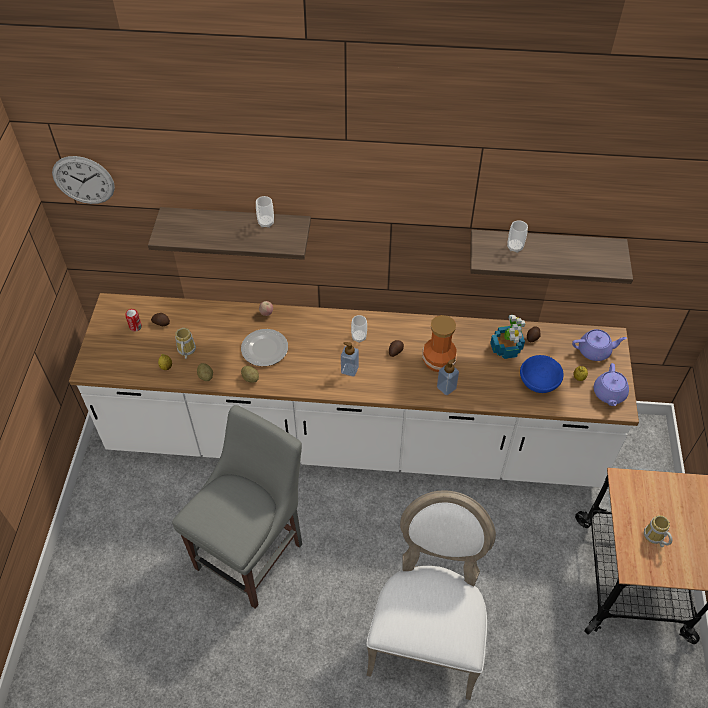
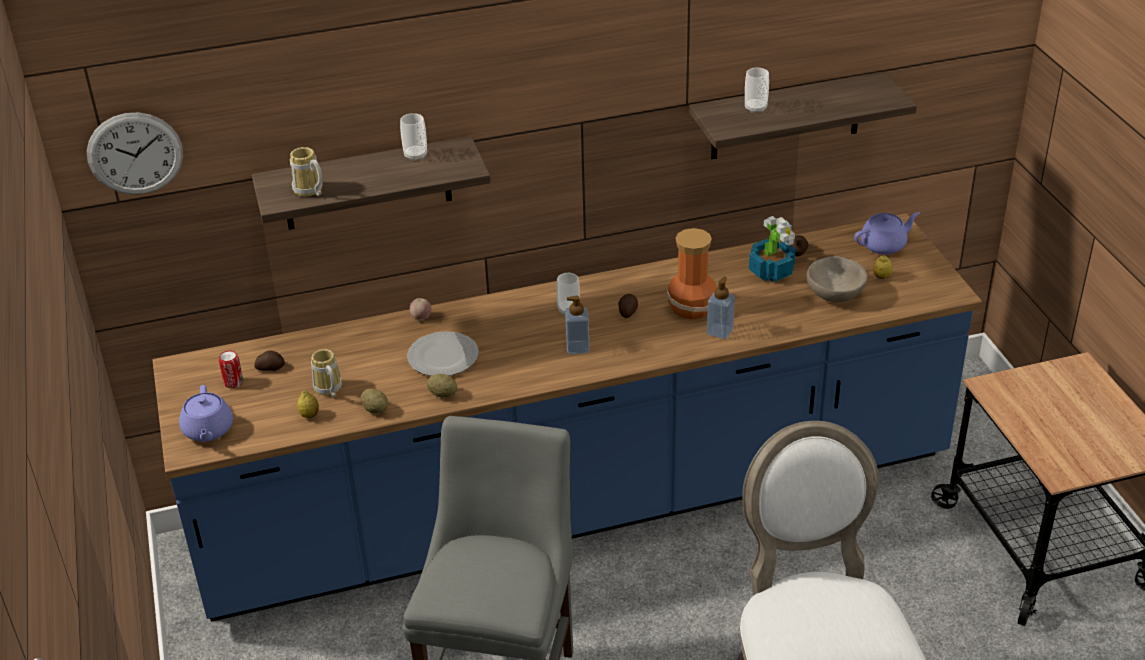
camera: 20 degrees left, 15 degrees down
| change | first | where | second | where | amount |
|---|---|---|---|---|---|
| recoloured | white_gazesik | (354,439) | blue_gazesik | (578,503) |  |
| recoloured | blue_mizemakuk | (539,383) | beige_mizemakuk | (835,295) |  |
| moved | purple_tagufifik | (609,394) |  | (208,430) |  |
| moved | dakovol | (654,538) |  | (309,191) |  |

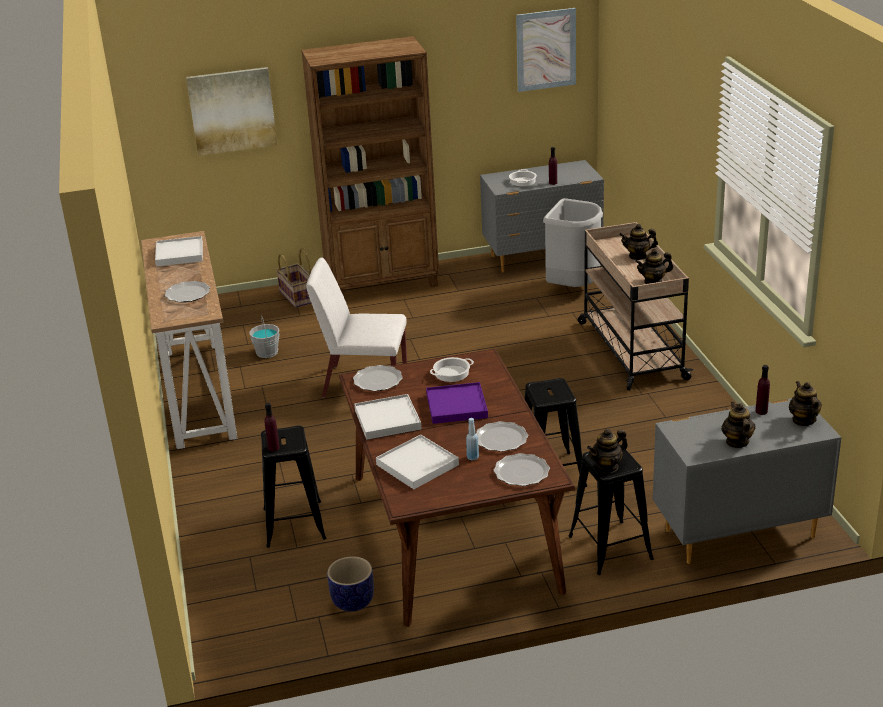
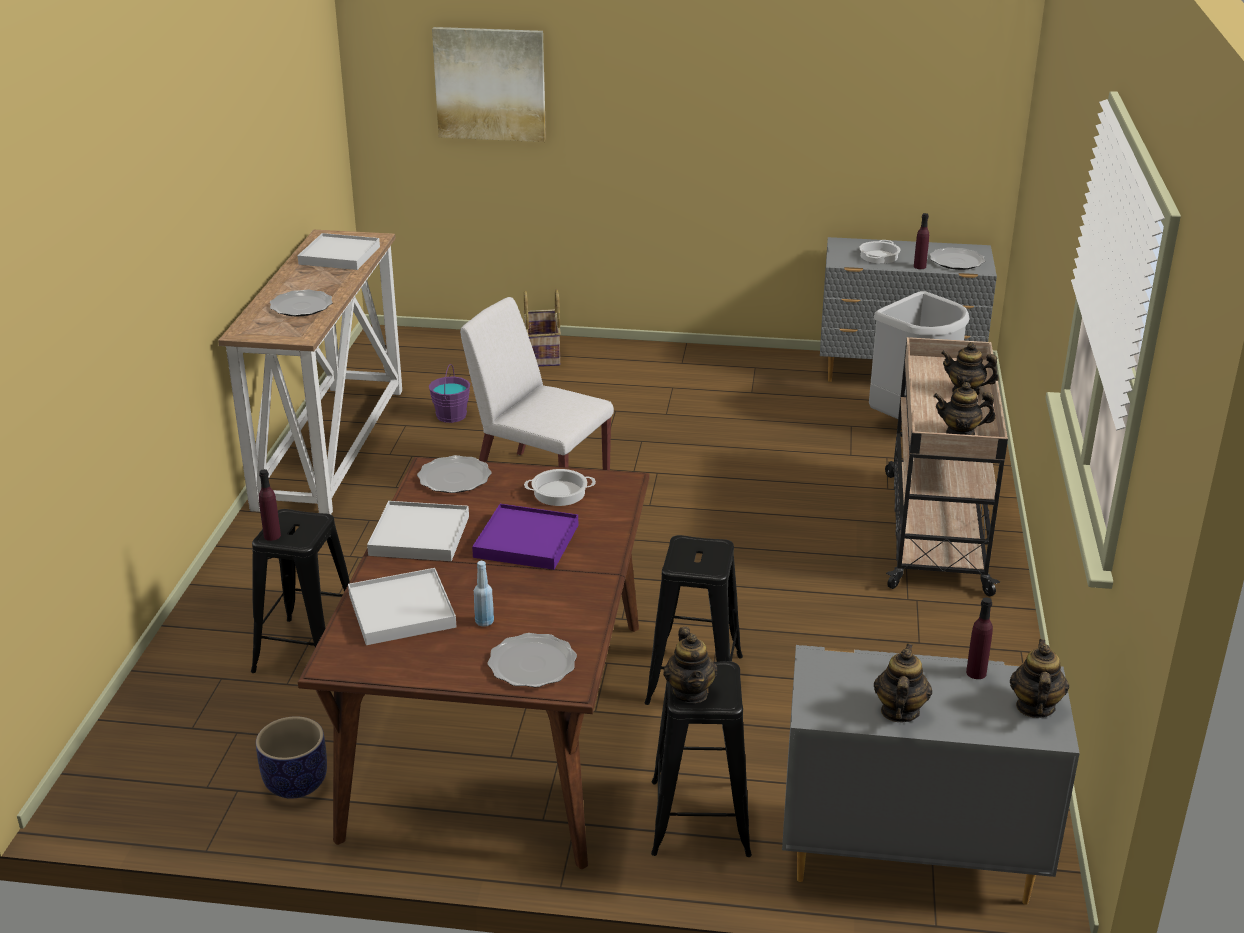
camera: 20 degrees right, 0 degrees up
| change | first | where | second | where | amount |
|---|---|---|---|---|---|
| removed | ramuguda | (546,49) |  |  |  |
| removed | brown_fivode | (383,283) |  |  |  |
| recoloured | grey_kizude | (266,352) | purple_kizude | (451,415) |  |
| moved | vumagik | (501,439) |  | (956,261) |  |
| turned | tagufifik | (607,466) |  | (690,692) | 90 degrees counterclockwise |

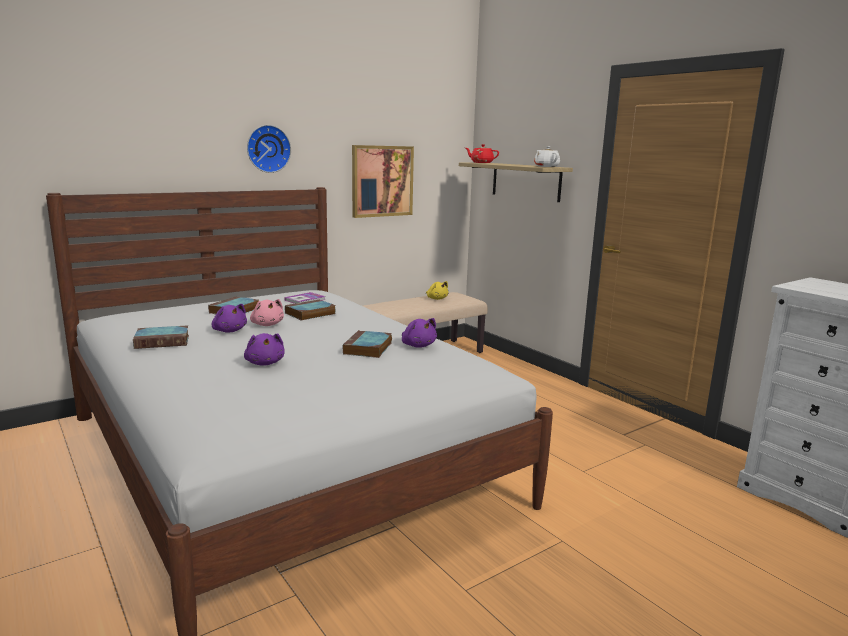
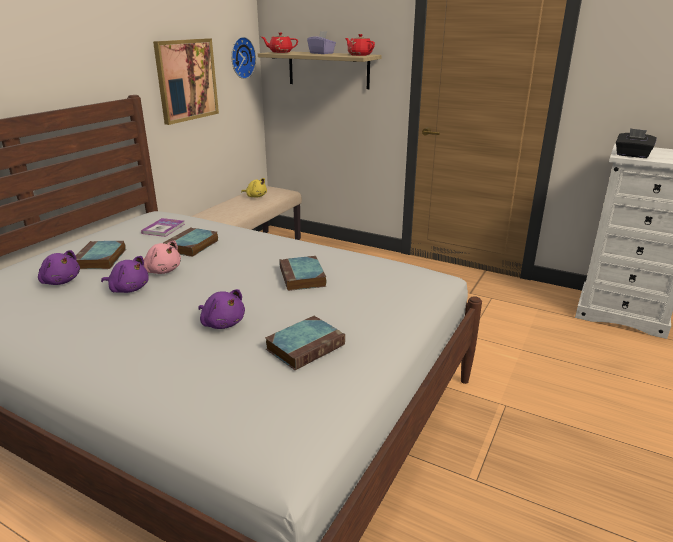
camera: 25 degrees left, 10 degrees up
| change | first | where | second | where | amount |
|---|---|---|---|---|---|
| moved | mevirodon | (267,148) |  | (241,58) |  |
| recoloured | white_tagufifik | (546,166) | red_tagufifik | (359,55) |  |
| moved | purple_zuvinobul | (418,345) |  | (60,281) |  |
| moved | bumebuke | (163,341) |  | (306,346) |  |
| added |  |  | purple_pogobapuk | (321,53) |  |
| added |  |  | black_pogobapuk | (632,155) |  |

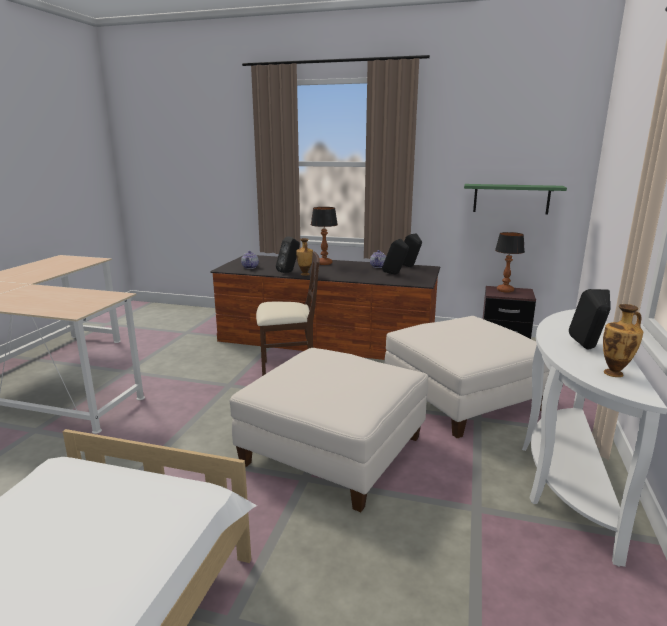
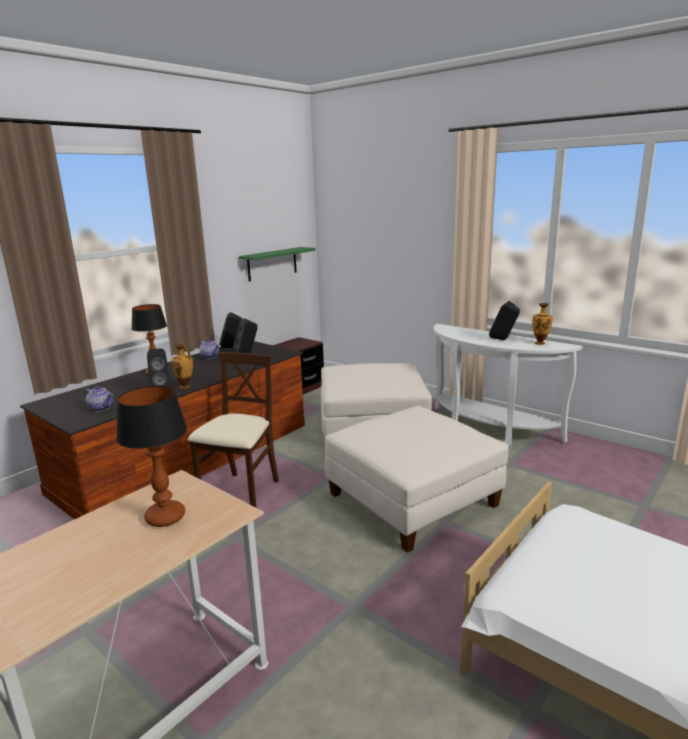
camera: 65 degrees left, 0 degrees up
| change | first | where | second | where | amount |
|---|---|---|---|---|---|
| moved | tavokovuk | (504,290) |  | (164,518) |  |

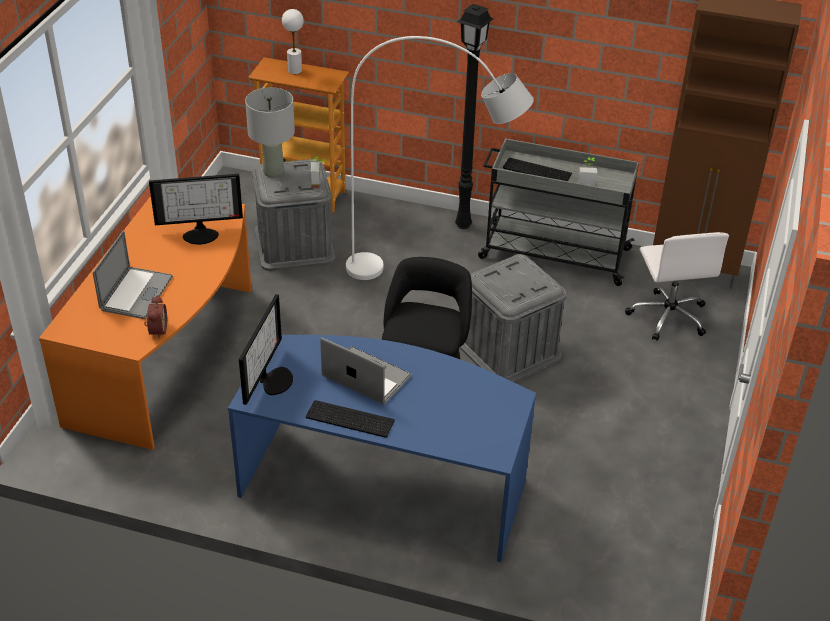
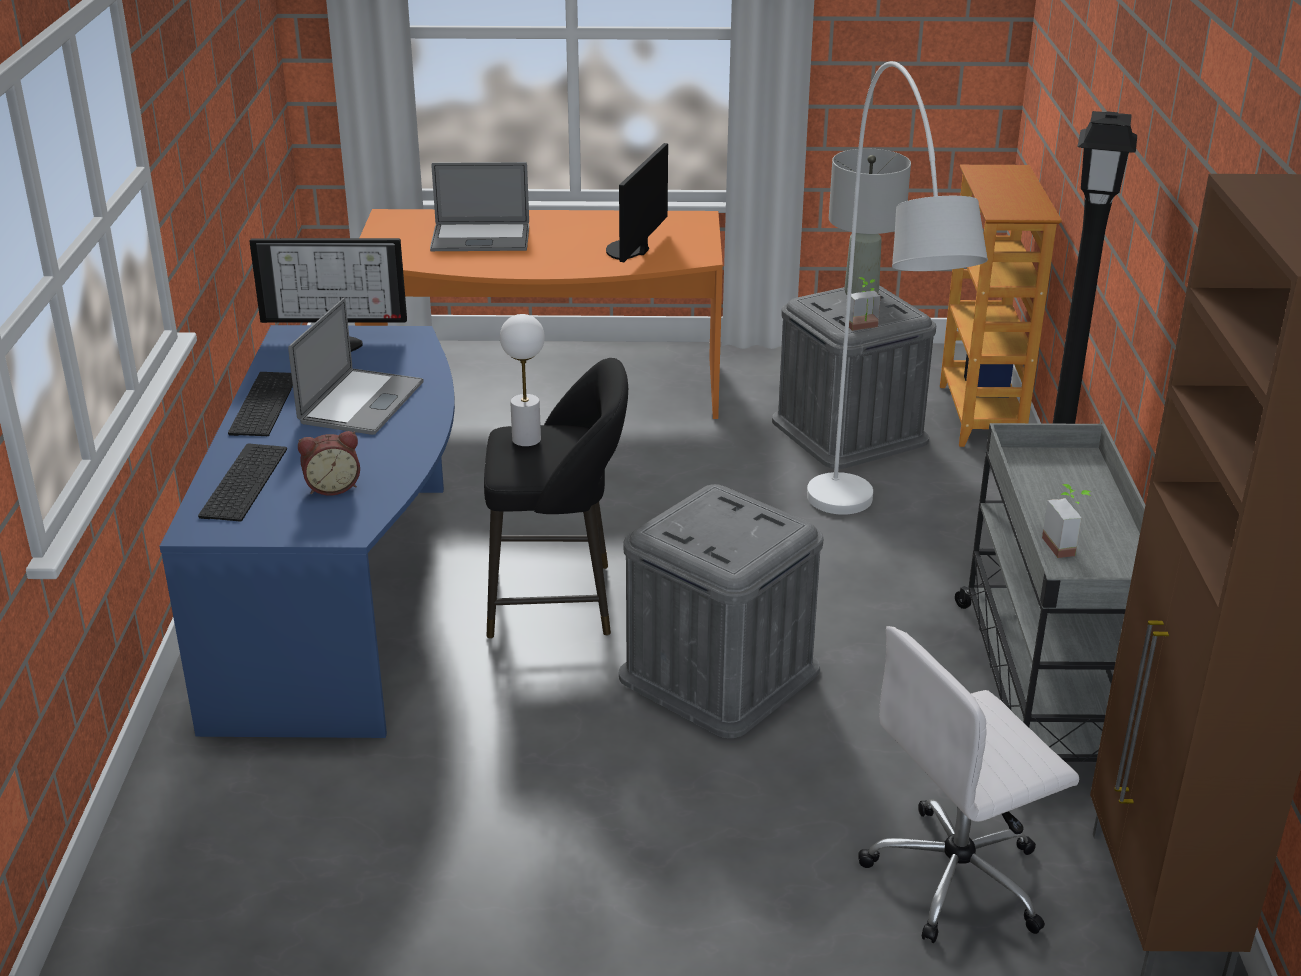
camera: 75 degrees right, 10 degrees down
| change | first | where | second | where | amount |
|---|---|---|---|---|---|
| moved | white_tavokovuk | (295,71) |  | (526,439) |  |
| moved | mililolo | (536,171) |  | (242,481) |  |
| turned | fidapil | (201,234) |  | (631,250) | 45 degrees clockwise |
| moved | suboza | (156,330) |  | (332,487) |  |

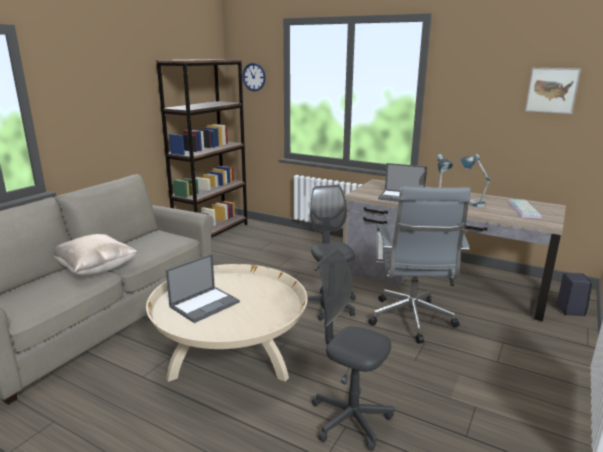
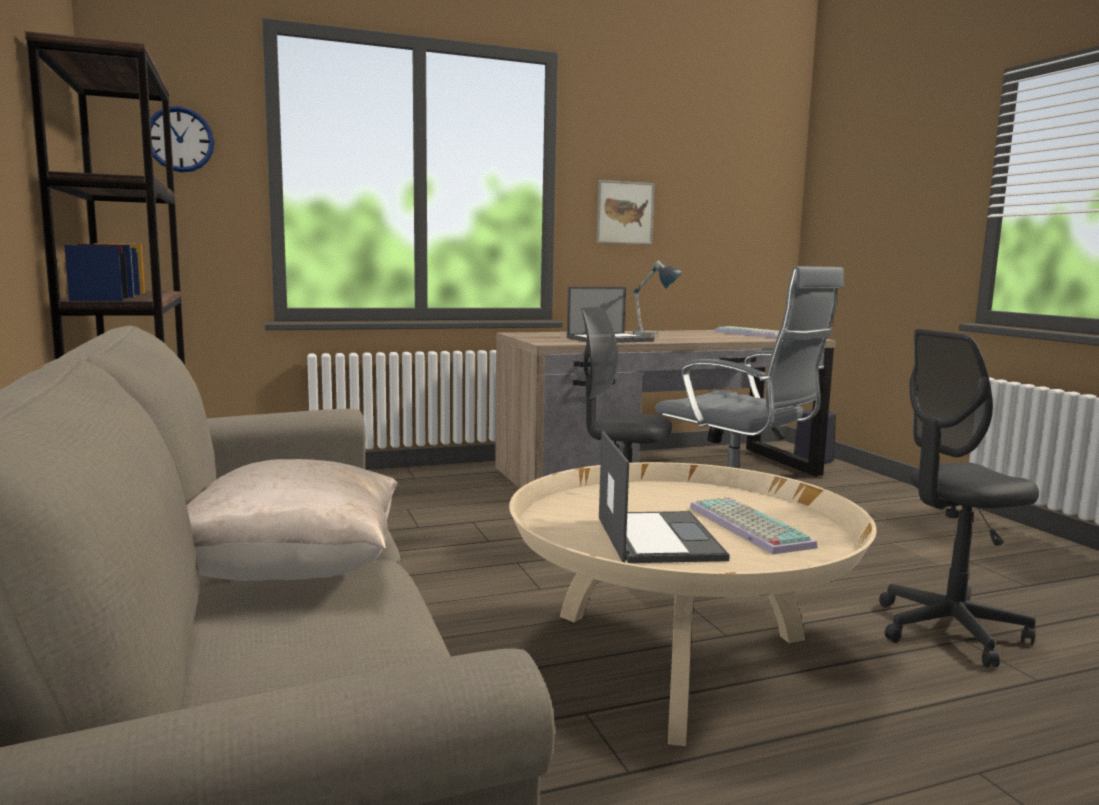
camera: 50 degrees left, 10 degrees down
| change | first | where | second | where | amount |
|---|---|---|---|---|---|
| moved | ramuguda | (552,90) |  | (625,212) |  |
| removed | tavokovuk | (471,202) |  |  |  |
| added |  |  | mililolo | (745,526) |  |

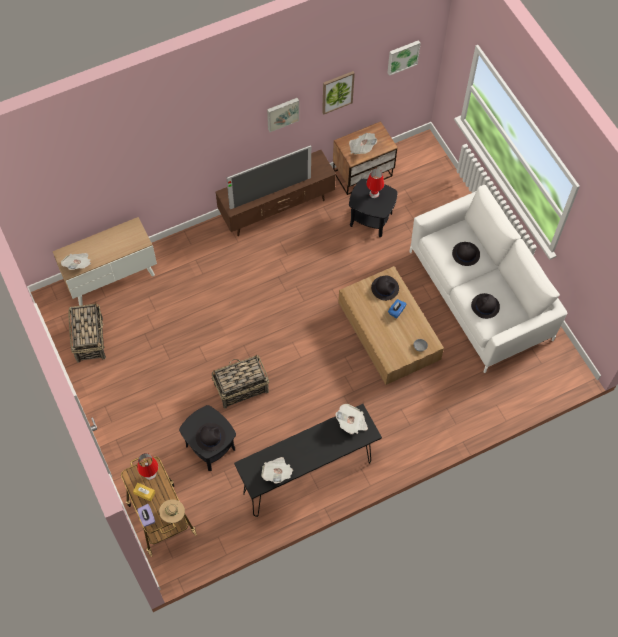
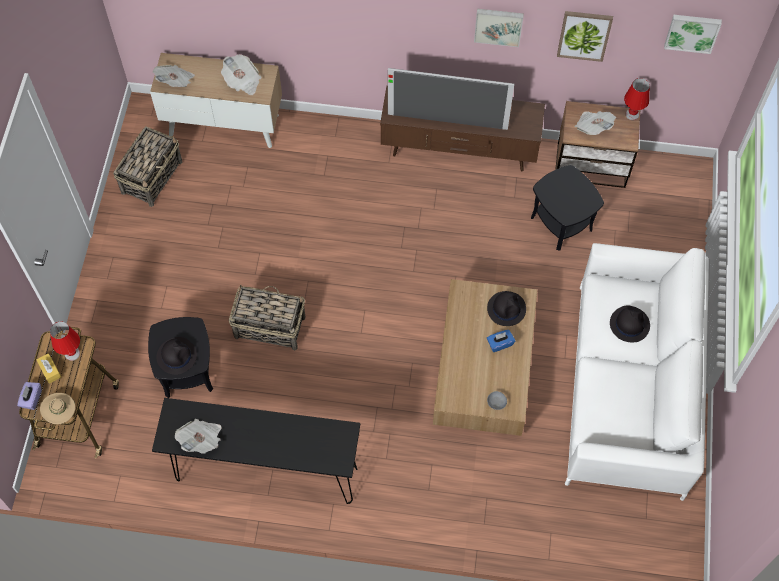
camera: 35 degrees right, 0 degrees up
| change | first | where | second | where | amount |
|---|---|---|---|---|---|
| moved | red_tavokovuk | (374,193) |  | (632,114) |  |
| removed | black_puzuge | (485,306) |  |  |  |
| moved | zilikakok | (351,423) |  | (242,81) |  |

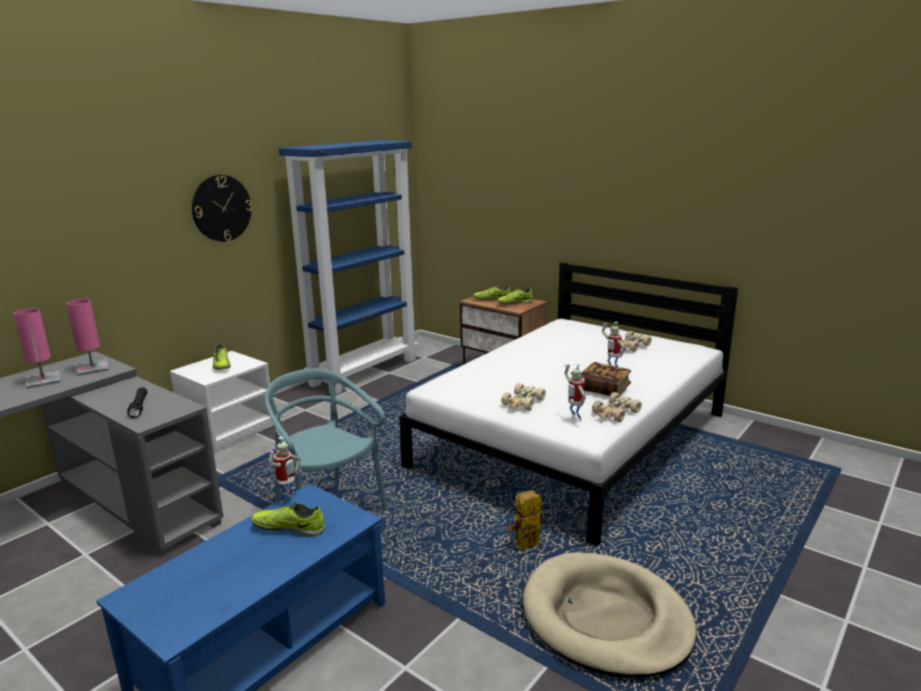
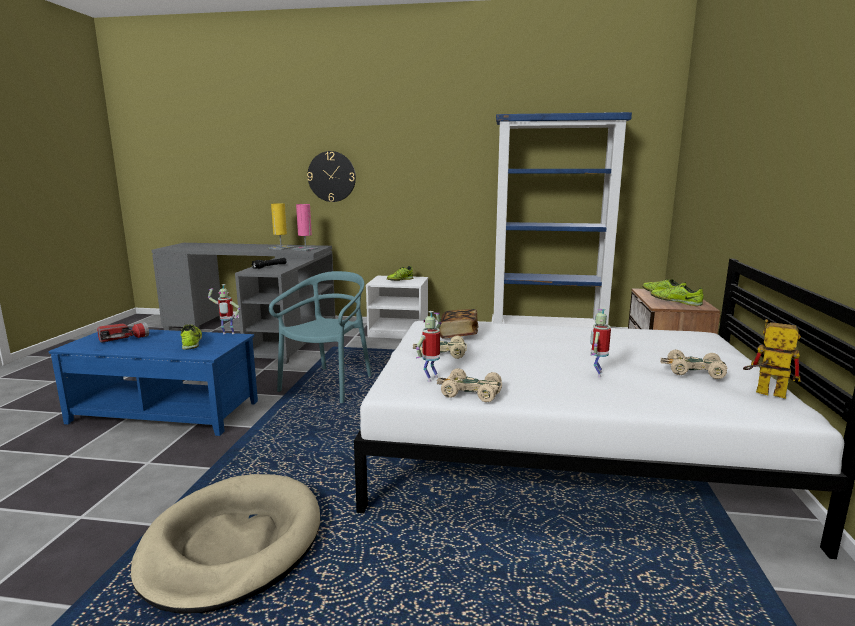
camera: 60 degrees right, 5 degrees down
| change | first | where | second | where | amount |
|---|---|---|---|---|---|
| moved | mevirodon | (221,208) |  | (331,176) |  |
| recoloured | pink_tavokovuk | (43,380) | yellow_tavokovuk | (281,248) |  |
| moved | bumebuke | (604,389) |  | (458,334) |  |
| moved | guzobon | (523,547) |  | (763,392) |  |
| added |  |  | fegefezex | (124,339) |  |

